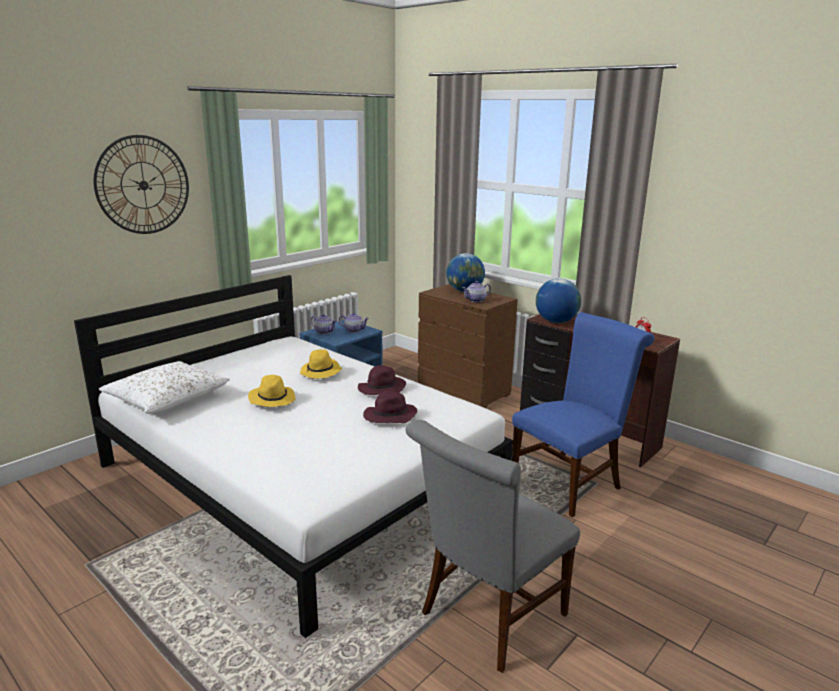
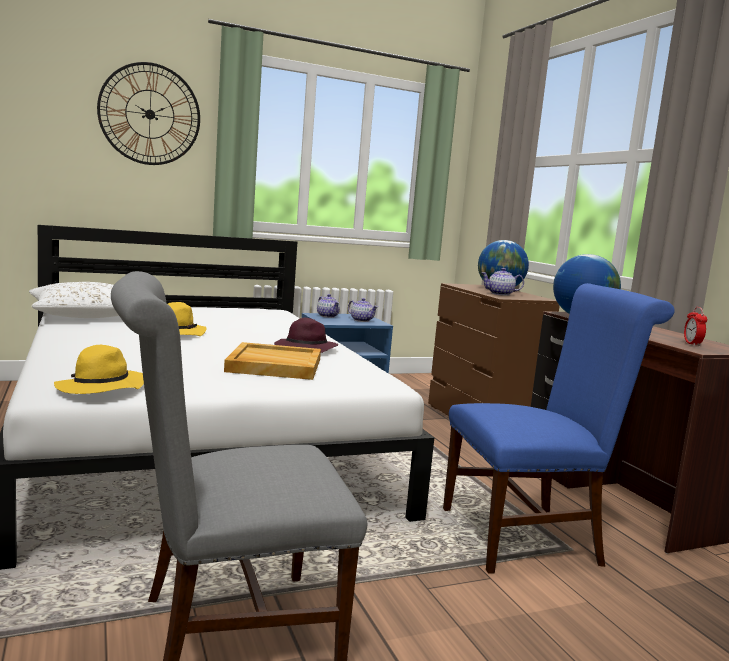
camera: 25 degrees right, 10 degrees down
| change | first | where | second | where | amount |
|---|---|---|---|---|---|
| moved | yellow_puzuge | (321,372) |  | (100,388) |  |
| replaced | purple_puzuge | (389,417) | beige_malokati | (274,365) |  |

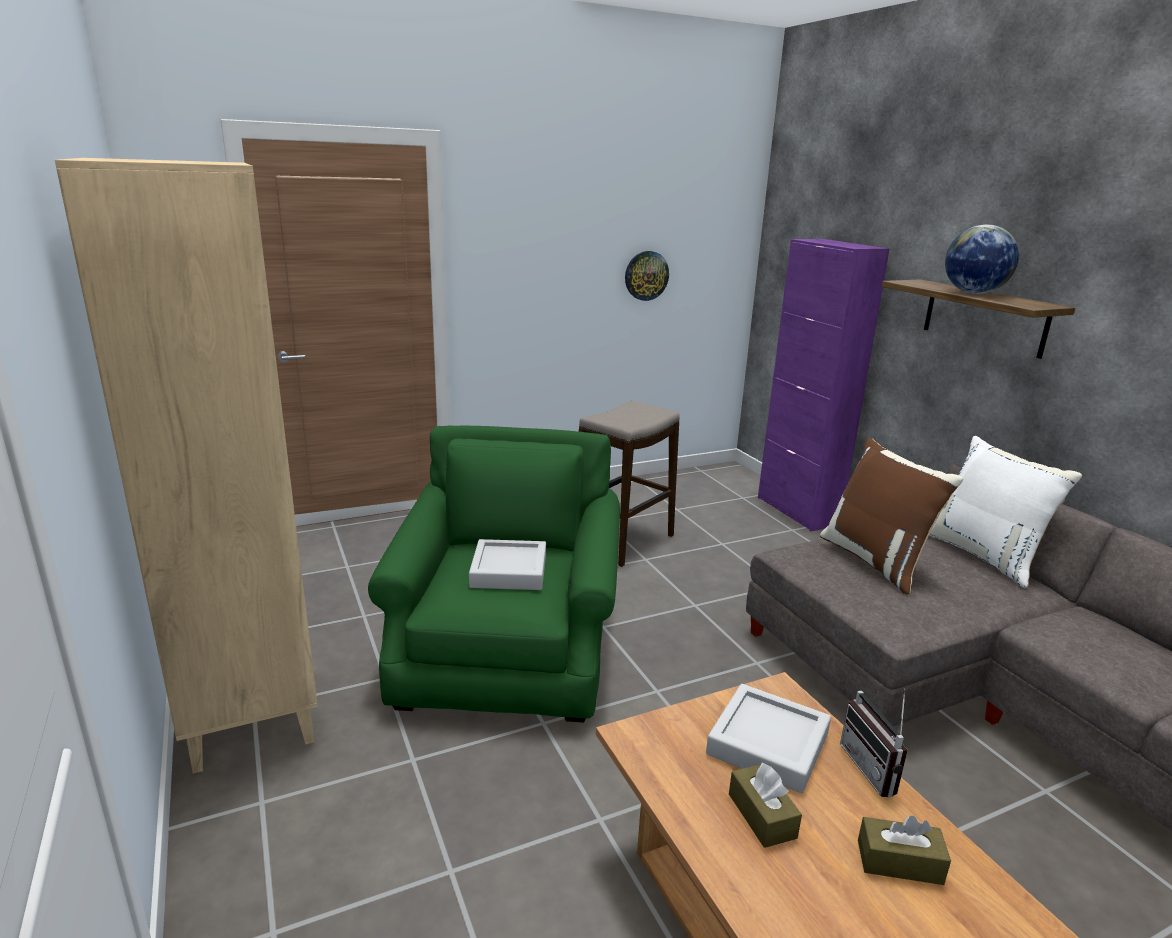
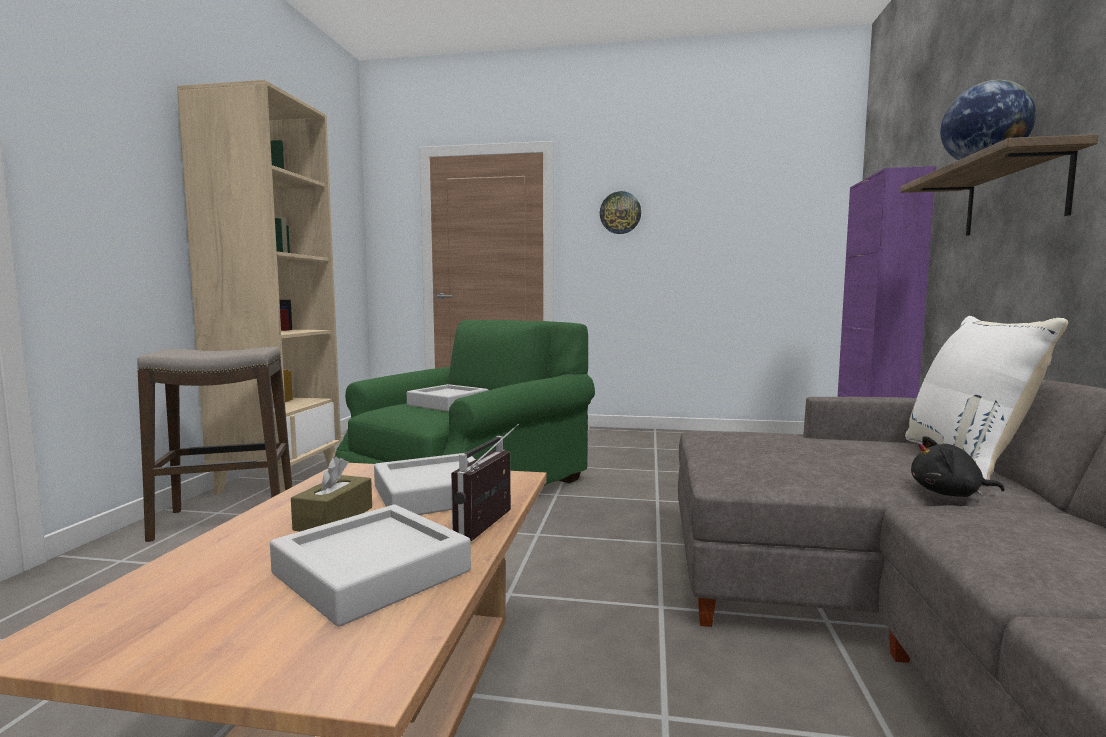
camera: 35 degrees right, 15 degrees down
| change | first | where | second | where | amount |
|---|---|---|---|---|---|
| moved | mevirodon | (646,275) |  | (620,213) |  |
| moved | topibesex | (622,541) |  | (226,520) |  |
| removed | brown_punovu | (876,561) |  |  |  |
| replaced | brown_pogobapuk | (899,862) | grey_malokati | (371,572) |  |
| added |  |  | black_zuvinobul | (950,494) |  |

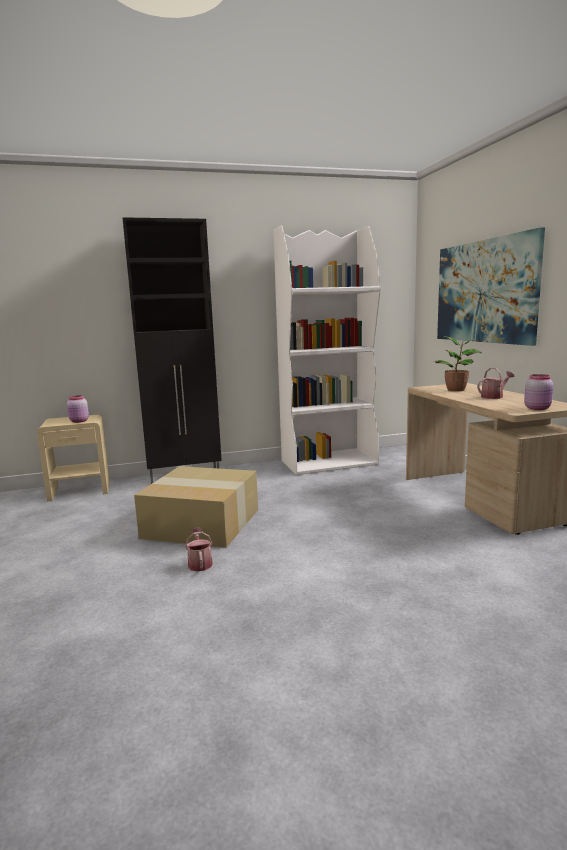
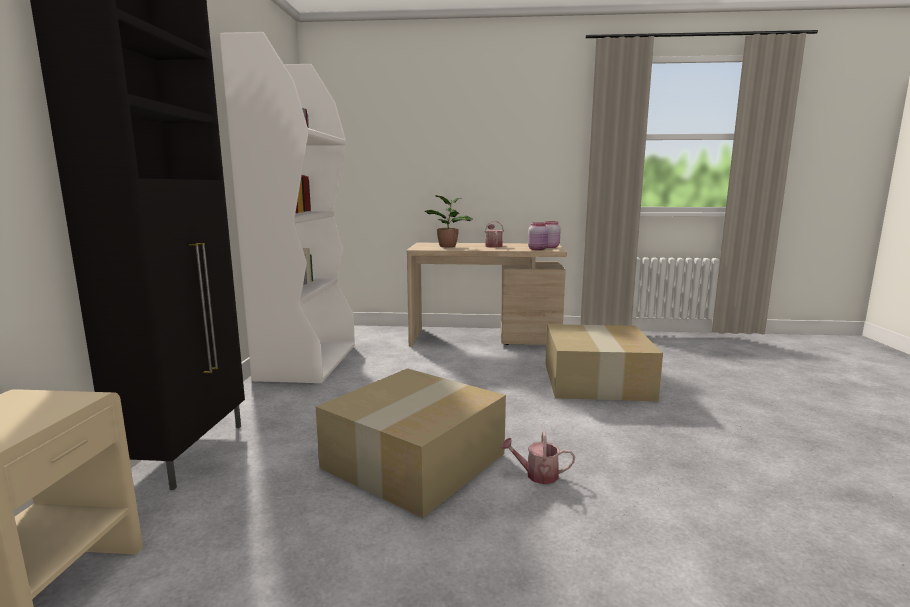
camera: 70 degrees left, 0 degrees up
| change | first | where | second | where | amount |
|---|---|---|---|---|---|
| removed | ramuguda | (484,291) |  |  |  |
| moved | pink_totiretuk | (79,421) |  | (538,249) |  |
| added |  |  | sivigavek | (598,381) |  |

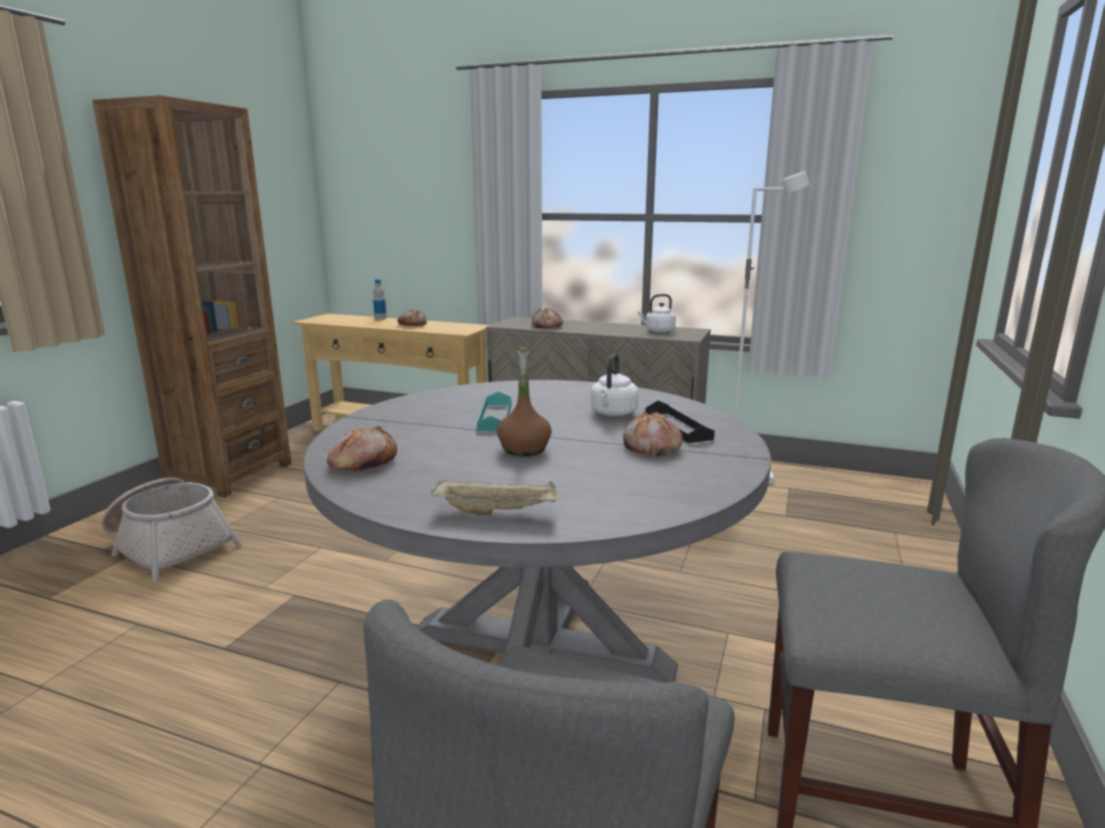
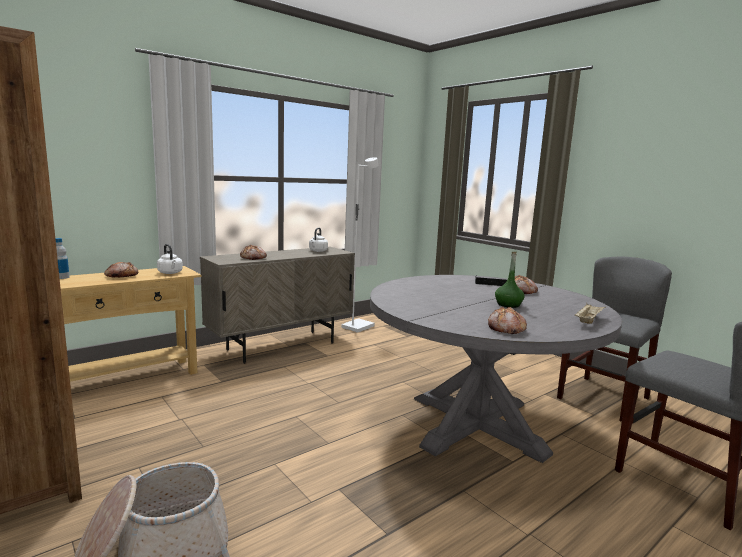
camera: 60 degrees left, 5 degrees down
| change | first | where | second | where | amount |
|---|---|---|---|---|---|
| recoloured | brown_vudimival | (524,449) | green_vudimival | (508,304) |  |
| moved | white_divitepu | (613,413) |  | (170,273) |  |
| removed | turquoise_malokati | (495,417) |  |  |  |

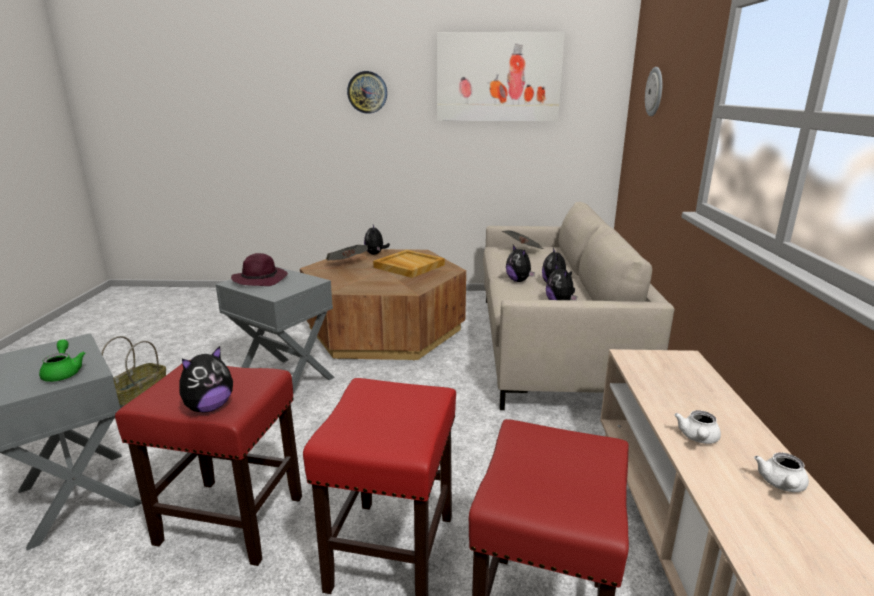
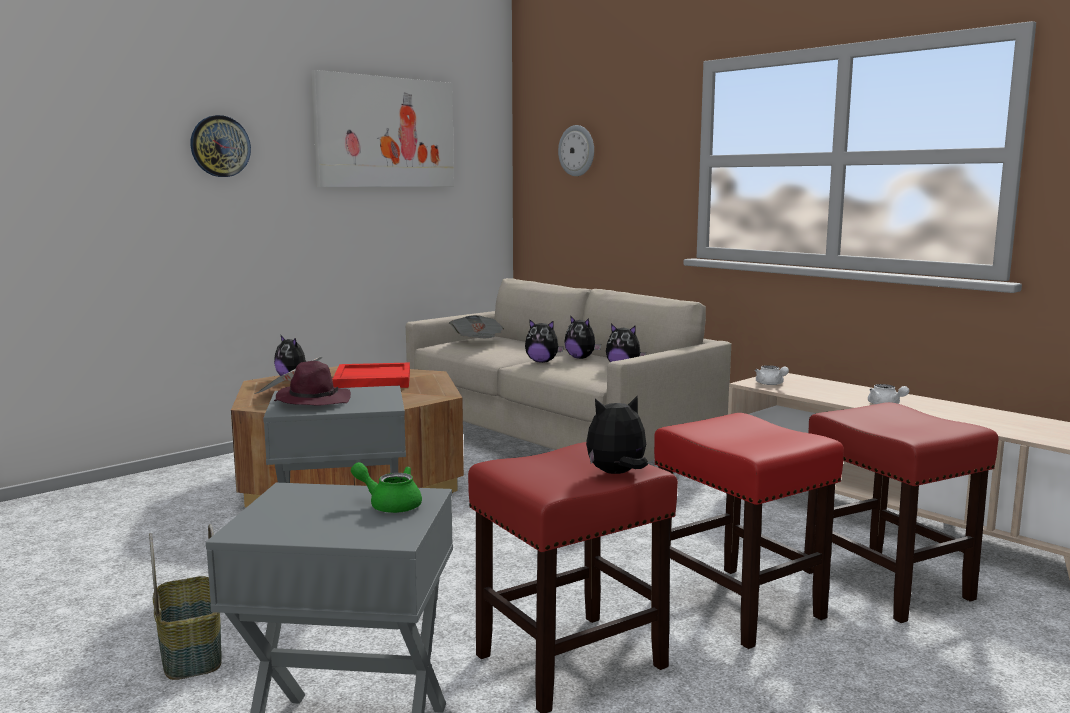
camera: 45 degrees left, 10 degrees down
| change | first | where | second | where | amount |
|---|---|---|---|---|---|
| recoloured | beige_malokati | (408,266) | red_malokati | (372,380) |  |
| turned | zuvinobul | (209,407) |  | (617,474) | 105 degrees counterclockwise |
| moved | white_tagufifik | (781,485) |  | (771,384) |  |

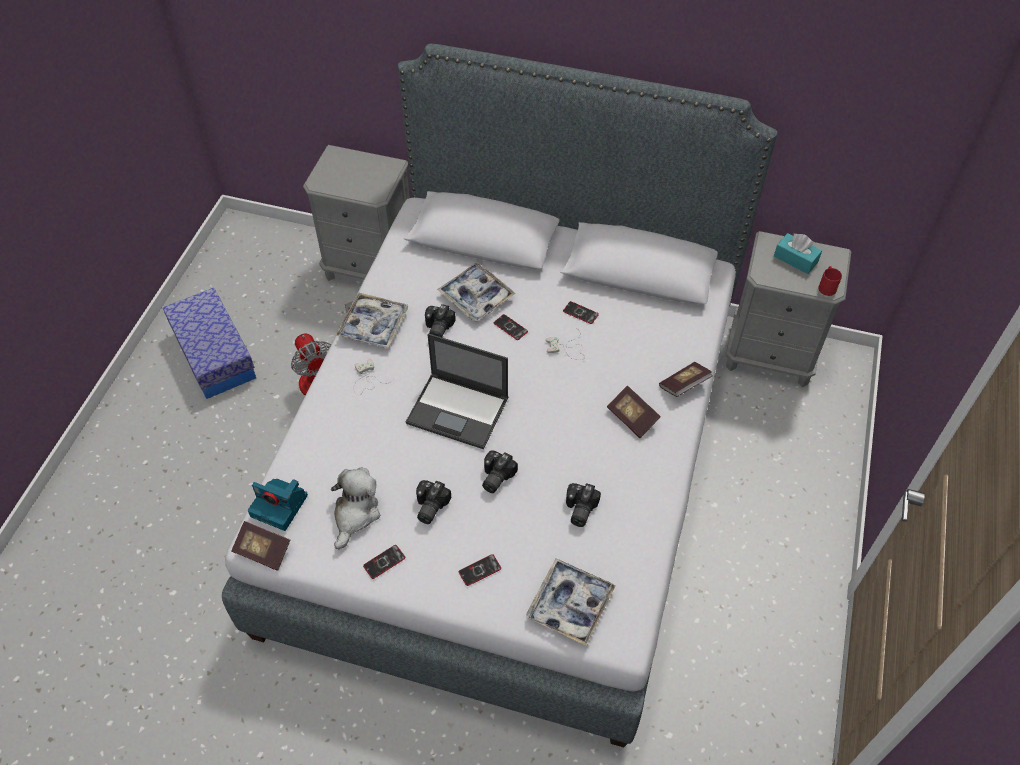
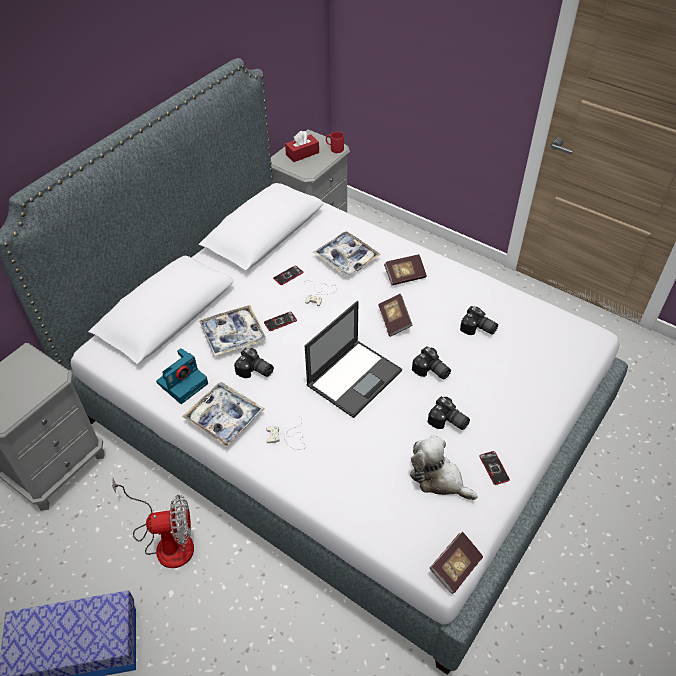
camera: 70 degrees left, 5 degrees down
| change | first | where | second | where | amount |
|---|---|---|---|---|---|
| recoloured | turquoise_pogobapuk | (795,259) | red_pogobapuk | (302,153) |  |
| moved | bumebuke | (684,385) |  | (394,321) |  |
| moved | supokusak | (280,505) |  | (183,382) |  |
| removed | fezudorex | (480,570) |  |  |  |
| moved | malokati | (570,605) |  | (346,258) |  |

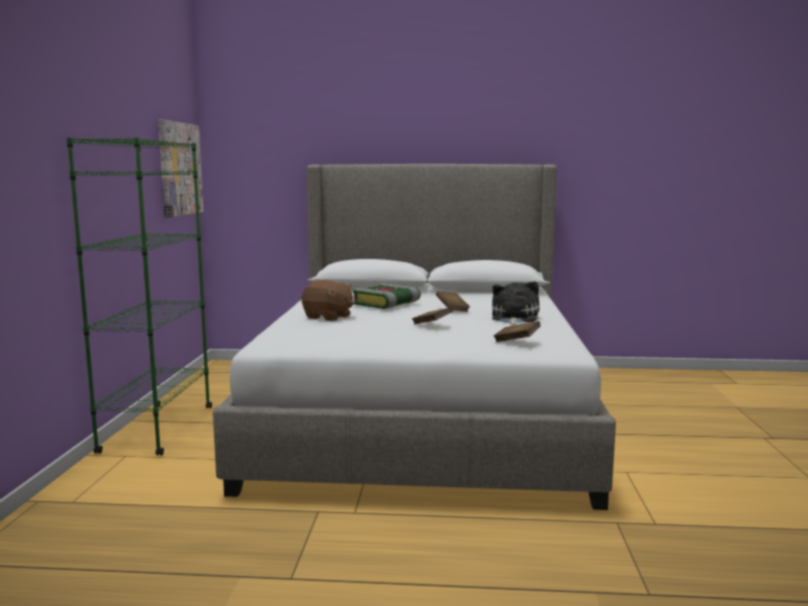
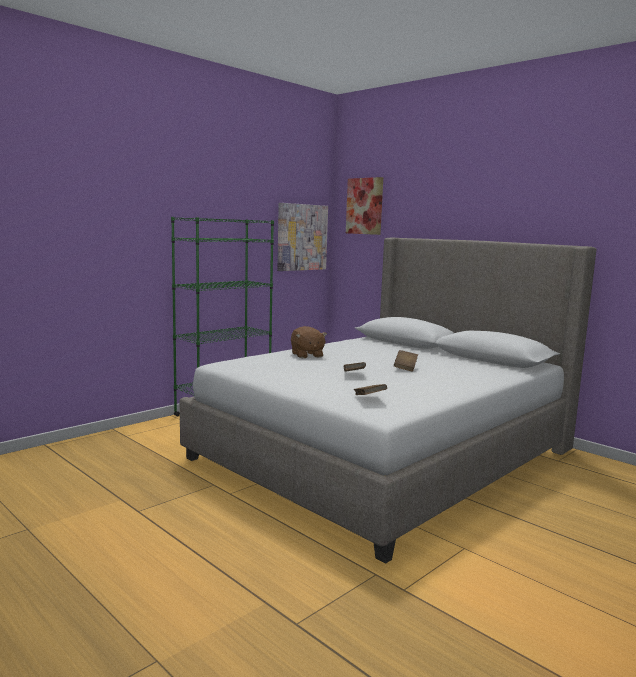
camera: 40 degrees right, 0 degrees up
| change | first | where | second | where | amount |
|---|---|---|---|---|---|
| removed | zuvinobul | (514,318) |  |  |  |
| removed | bumebuke | (386,304) |  |  |  |
| added |  |  | ramuguda | (364,206) |  |

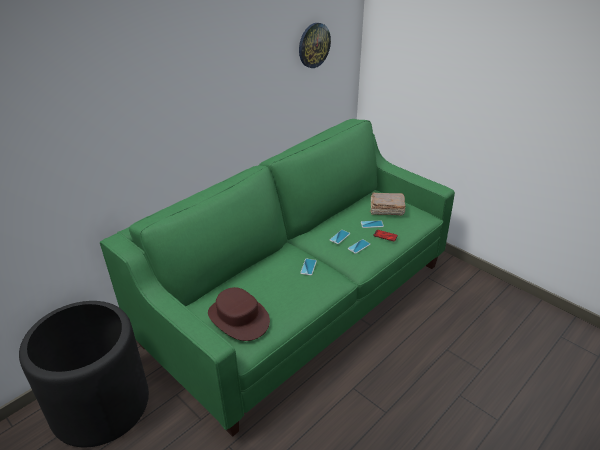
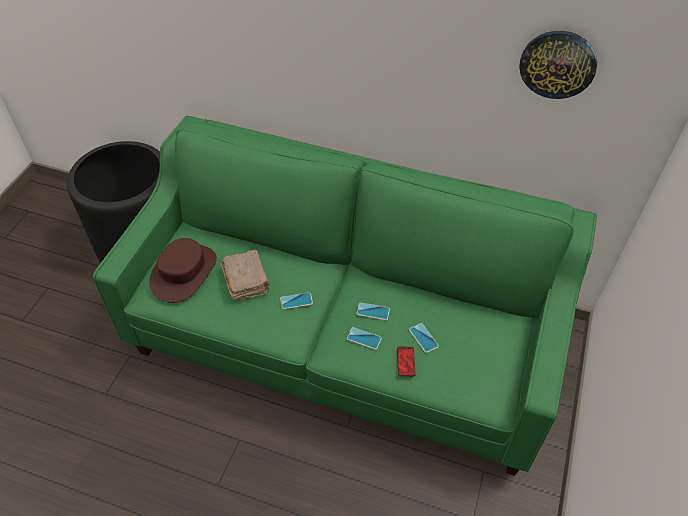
camera: 65 degrees right, 15 degrees up
| change | first | where | second | where | amount |
|---|---|---|---|---|---|
| moved | brown_bumebuke | (386,209) |  | (246,280) |  |

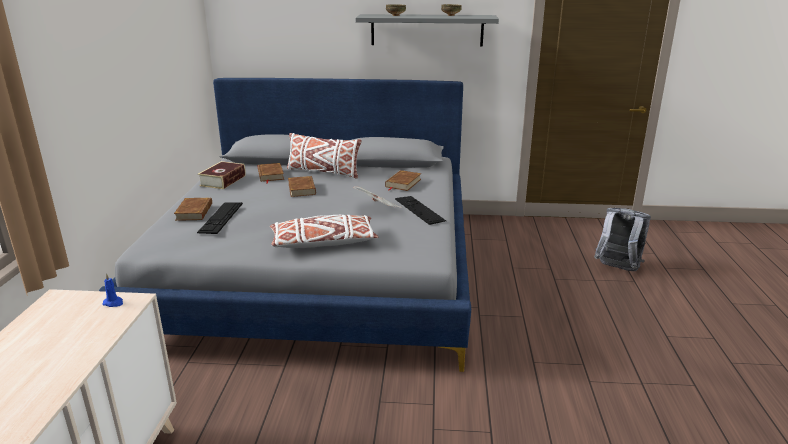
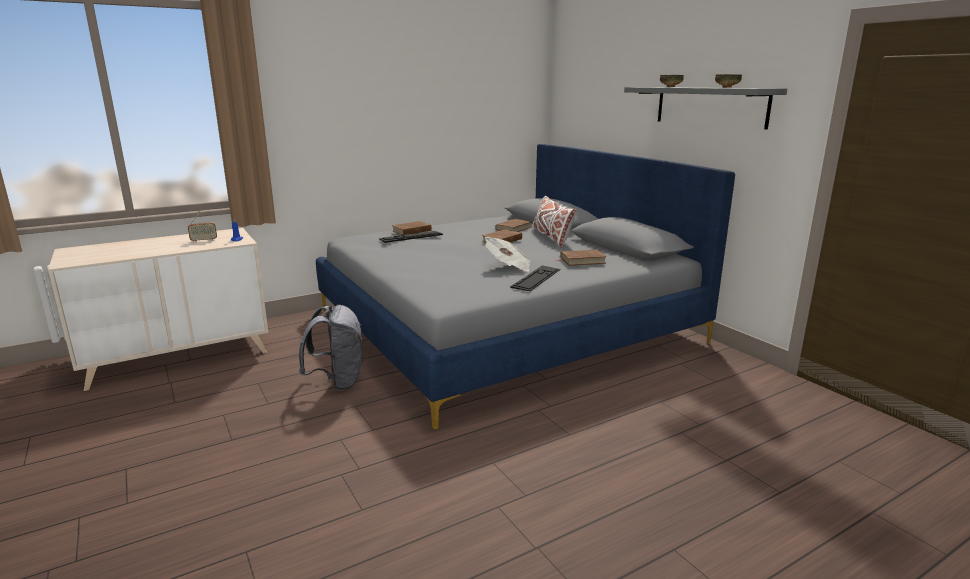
camera: 55 degrees right, 5 degrees down
| change | first | where | second | where | amount |
|---|---|---|---|---|---|
| removed | bumebuke | (223,180) |  |  |  |
| moved | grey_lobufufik | (617,269) |  | (337,382) |  |
| removed | white_punovu | (323,242) |  |  |  |
| added |  |  | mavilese | (204,240) |  |

